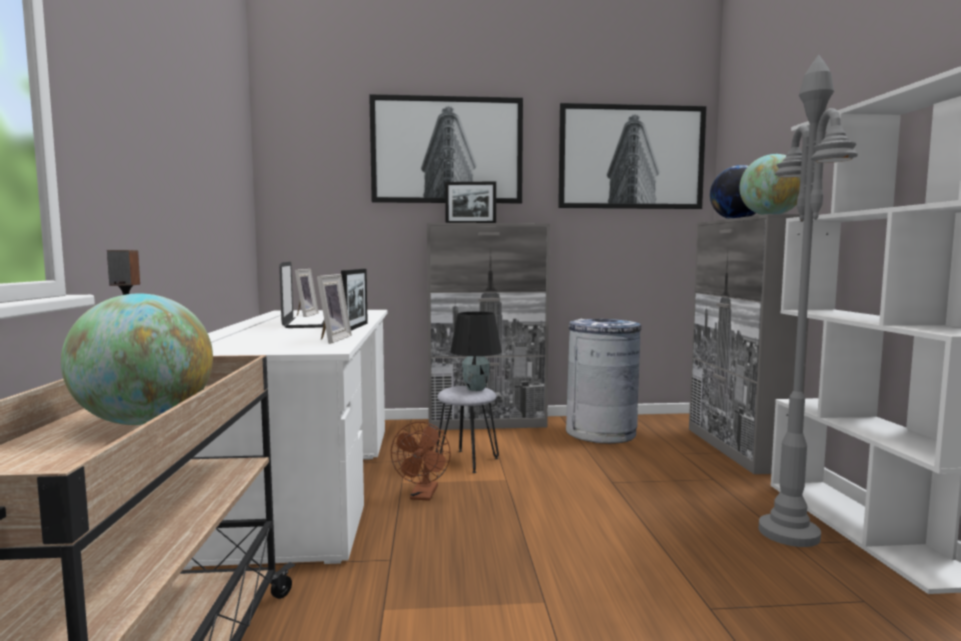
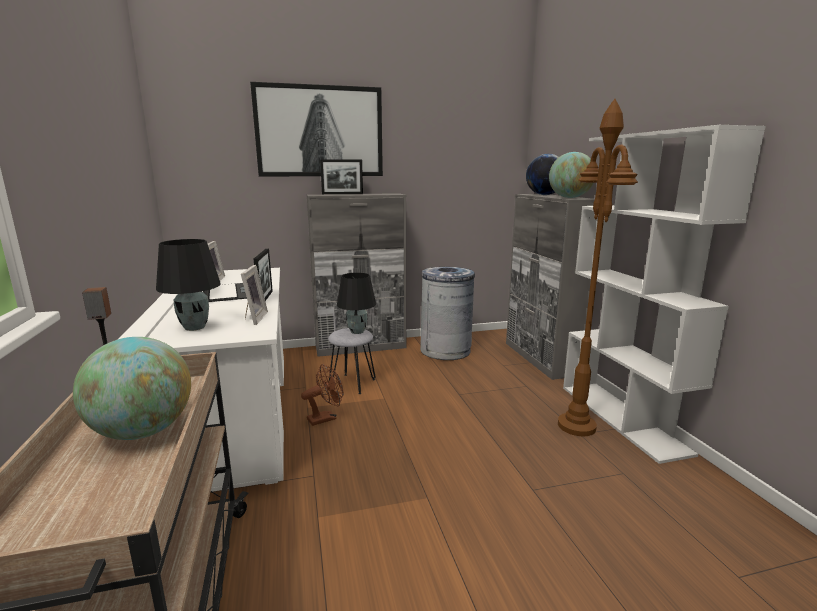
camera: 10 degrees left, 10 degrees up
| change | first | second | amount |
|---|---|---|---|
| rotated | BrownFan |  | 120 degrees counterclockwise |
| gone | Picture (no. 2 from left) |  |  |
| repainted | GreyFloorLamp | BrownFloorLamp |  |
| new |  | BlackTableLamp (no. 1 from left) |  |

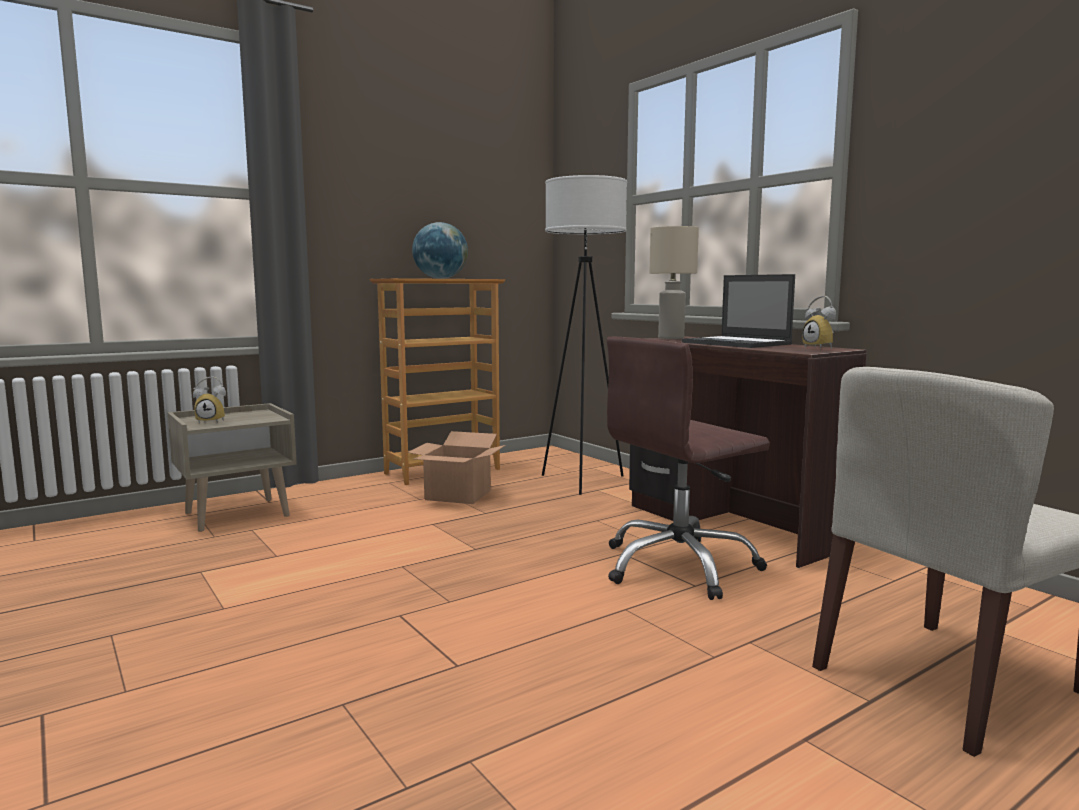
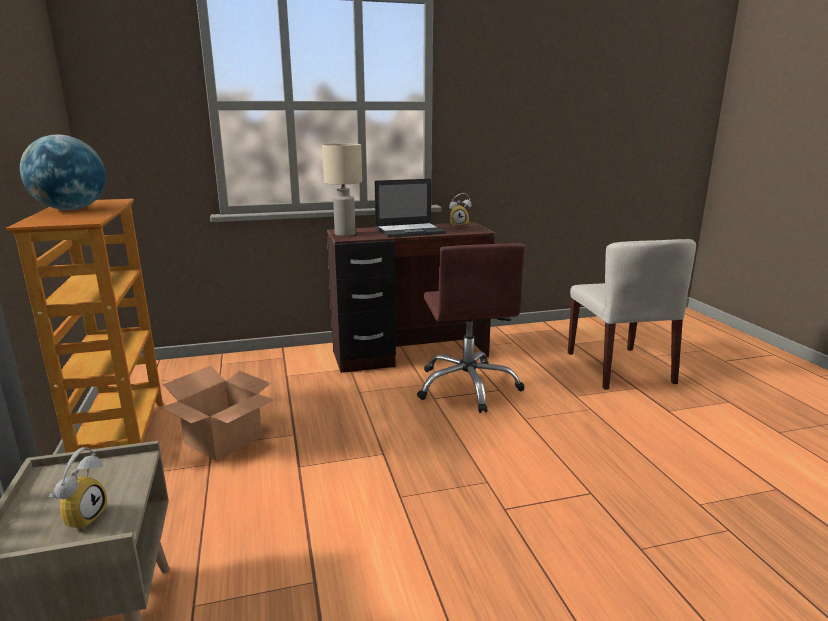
camera: 70 degrees left, 10 degrees up
| change | first | second | amount |
|---|---|---|---|
| gone | WhiteFloorLamp |  |  |

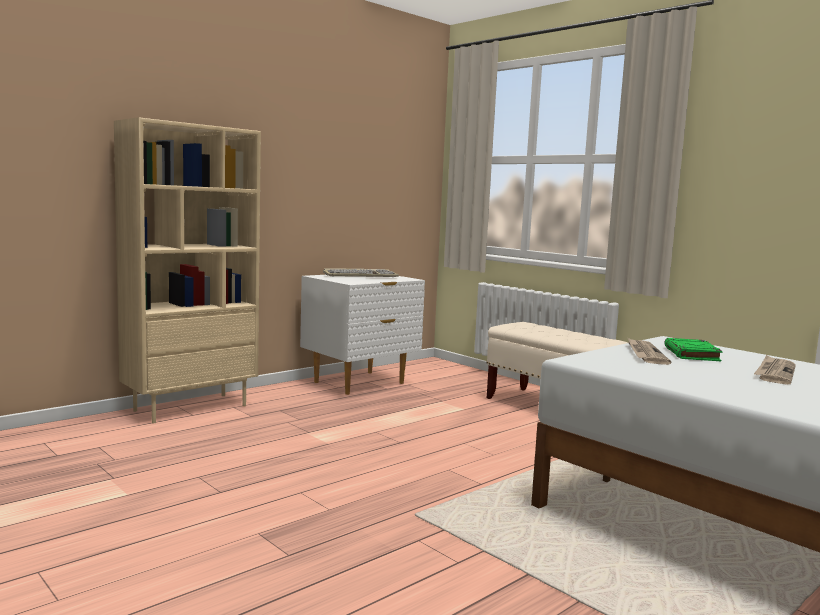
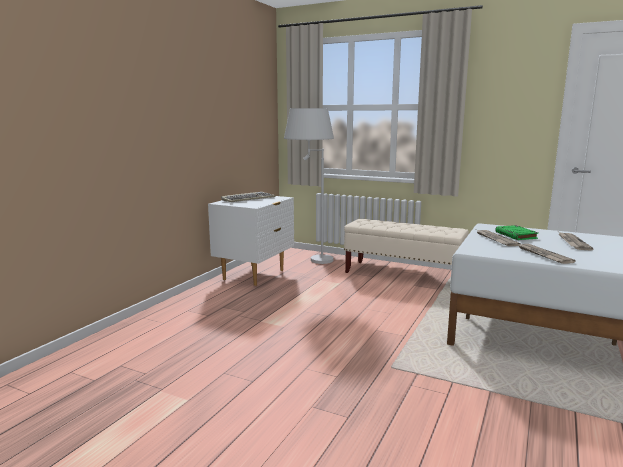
camera: 20 degrees left, 5 degrees up
| change | first | second | amount |
|---|---|---|---|
| gone | BeigeBookcase |  |  |
| new |  | WhiteFloorLamp |  |
| new |  | Newspaper (no. 2 from left) |  |

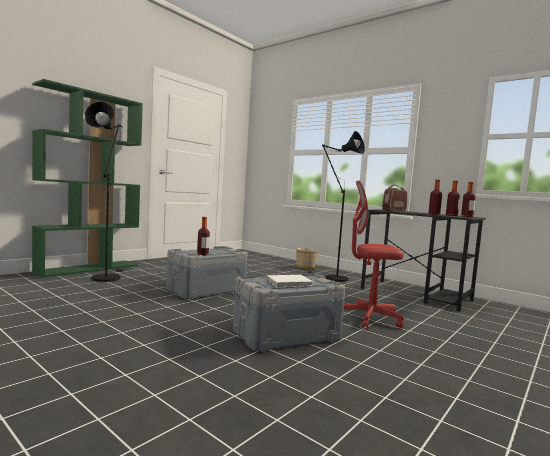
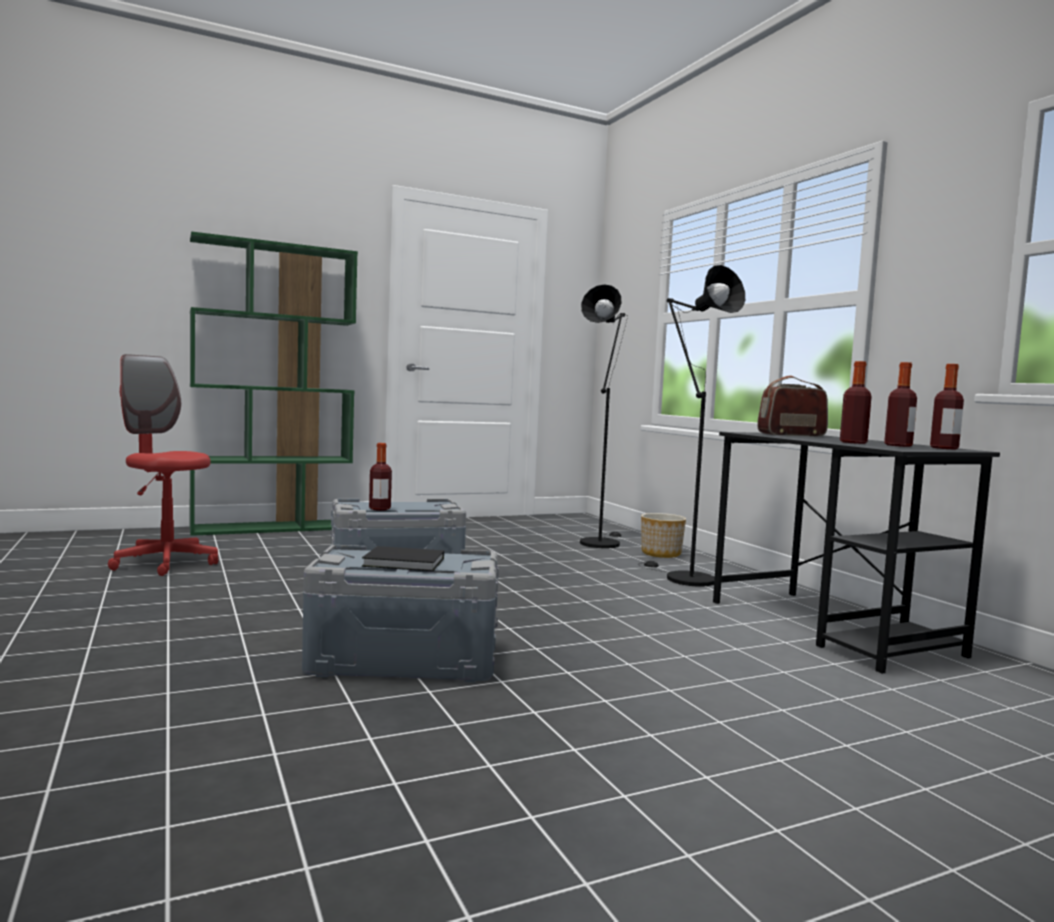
camera: 25 degrees right, 0 degrees up
| change | first | second | amount |
|---|---|---|---|
| shifted | BlackFloorLamp (no. 1 from left) |  |  |
| repainted | WhiteBook | BlackBook |  |
| shifted | RedOfficeChair |  |  |

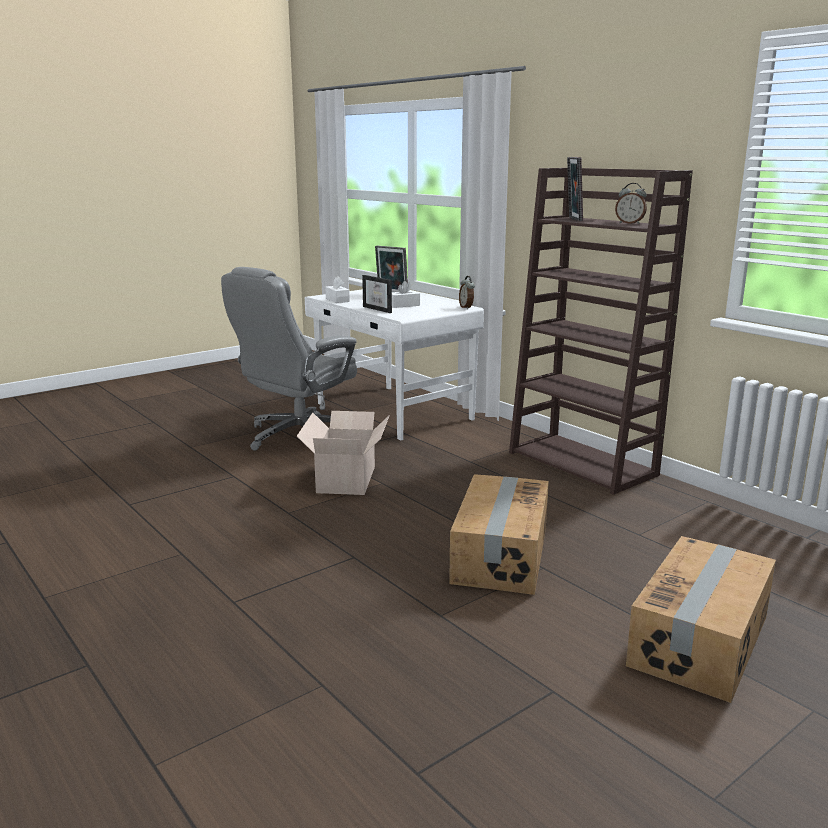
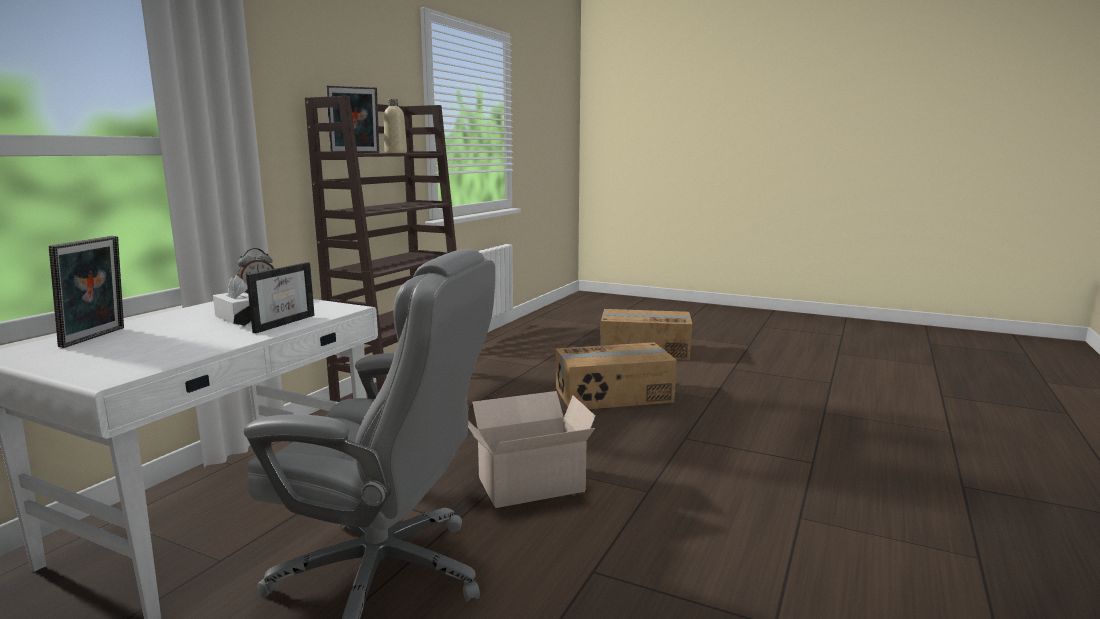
camera: 115 degrees left, 5 degrees down
| change | first | second | amount |
|---|---|---|---|
| gone | WhiteTissueBox (no. 1 from left) |  |  |
| swapped | AlarmClock (no. 2 from left) | BeigeBottle |  |

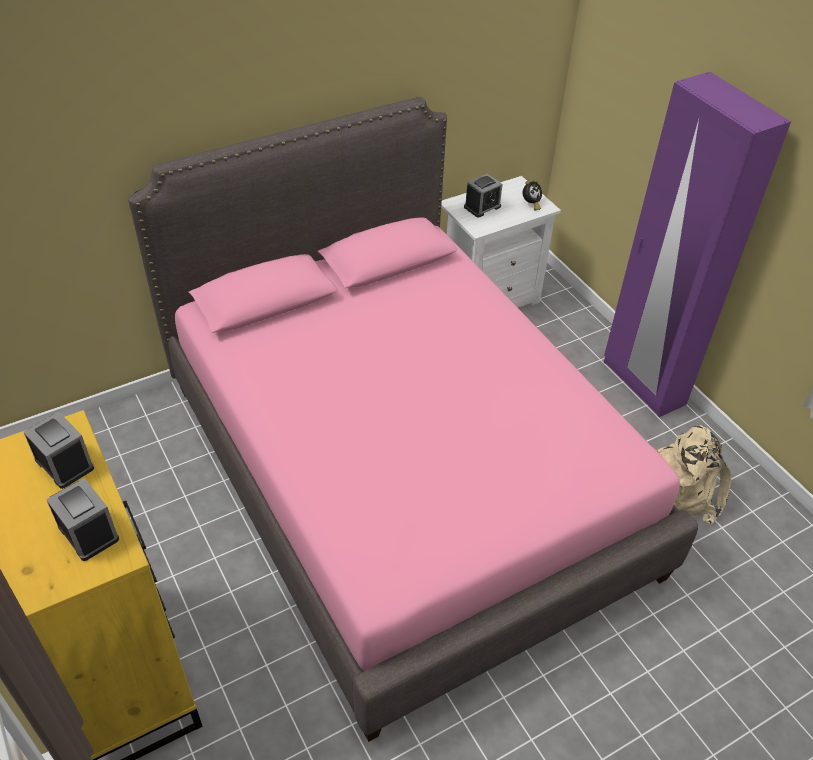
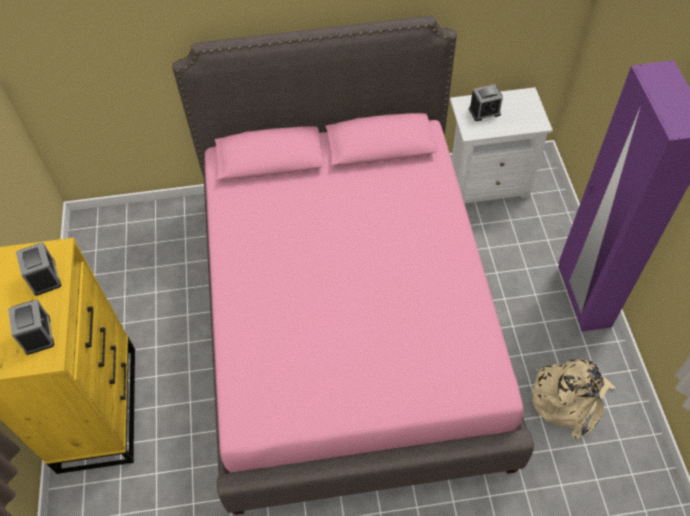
camera: 25 degrees right, 10 degrees up
| change | first | second | amount |
|---|---|---|---|
| gone | AlarmClock (no. 4 from left) |  |  |

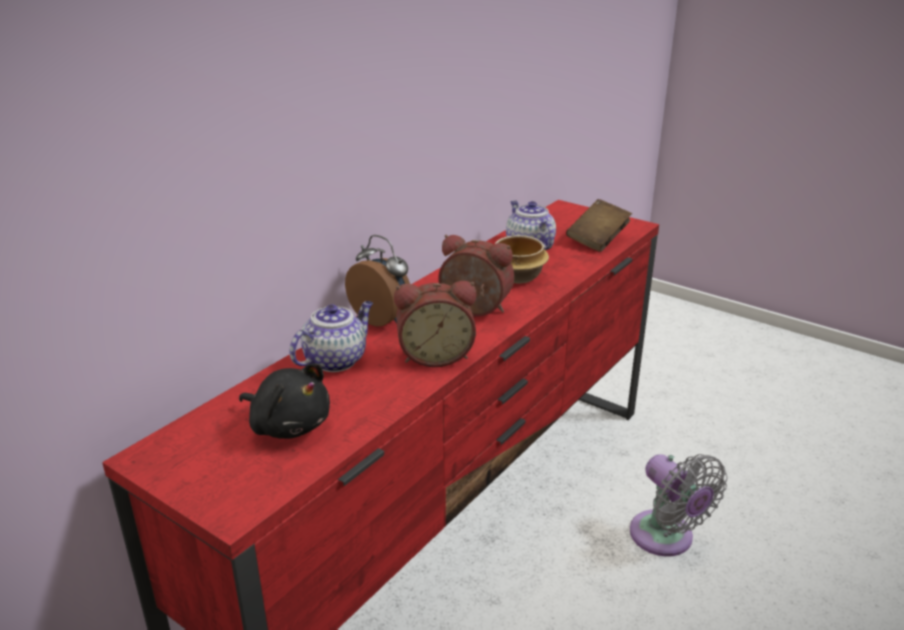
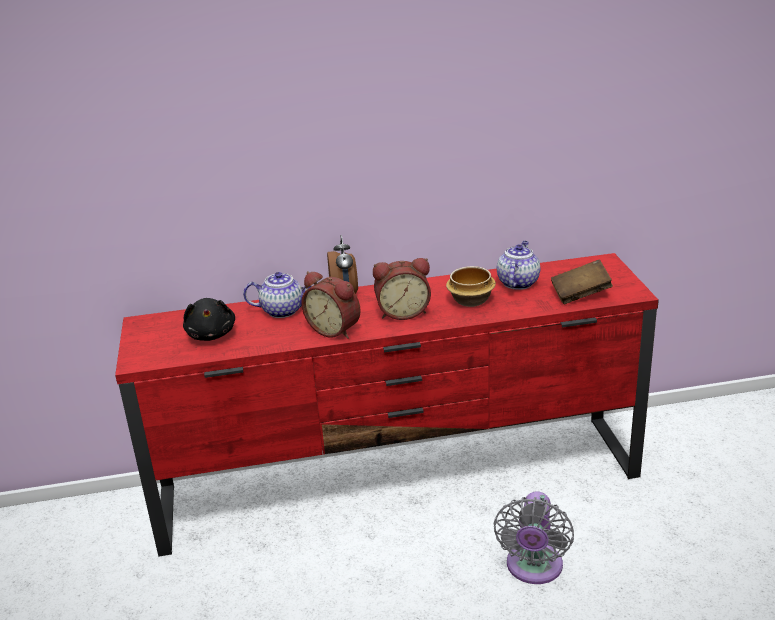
camera: 45 degrees right, 0 degrees up
| change | first | second | amount |
|---|---|---|---|
| rotated | AlarmClock (no. 3 from left) |  | 105 degrees clockwise |

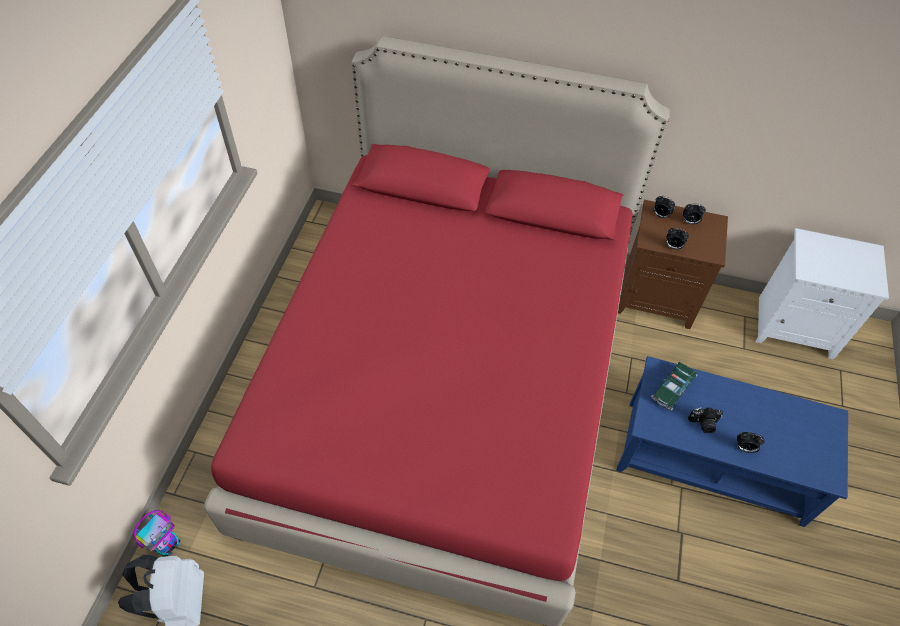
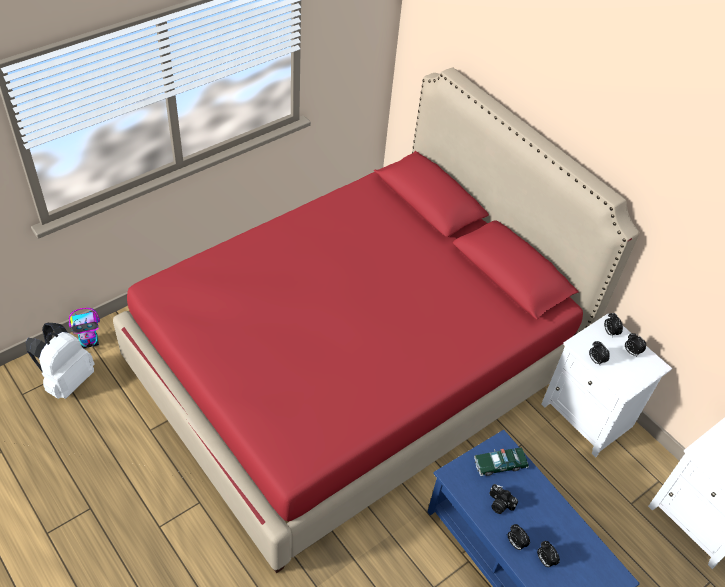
camera: 35 degrees right, 5 degrees down
| change | first | second | amount |
|---|---|---|---|
| repainted | BrownNightstand | WhiteNightstand (no. 1 from left) |  |
| new |  | AlarmClock (no. 2 from left) |  |

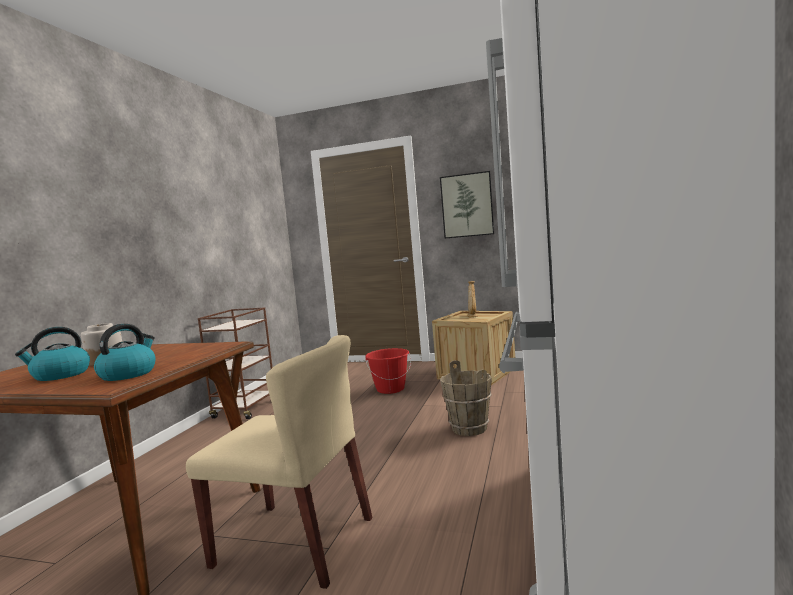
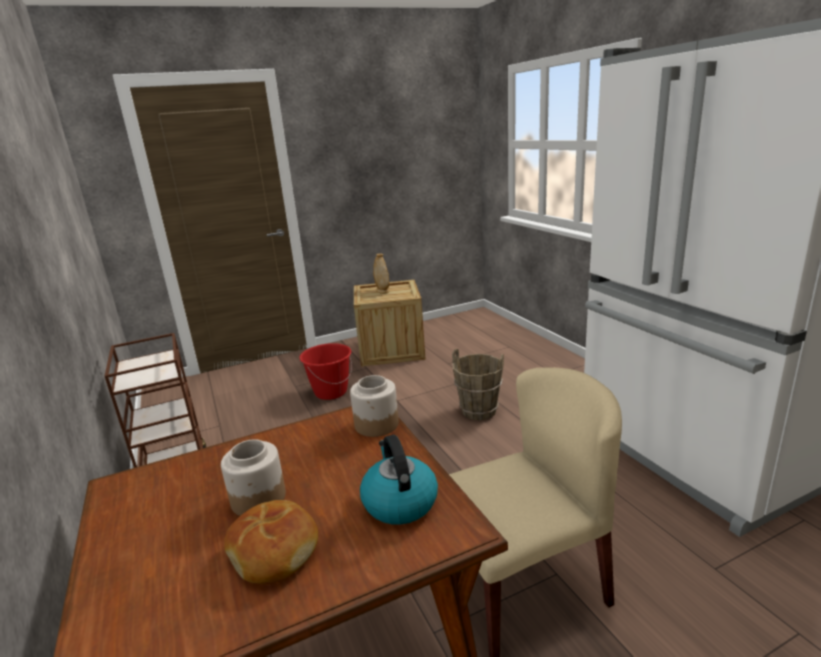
camera: 40 degrees left, 15 degrees up
| change | first | second | amount |
|---|---|---|---|
| swapped | Kettle (no. 1 from left) | Bread |  |
| gone | Picture |  |  |
| new |  | Jar (no. 2 from left) |  |

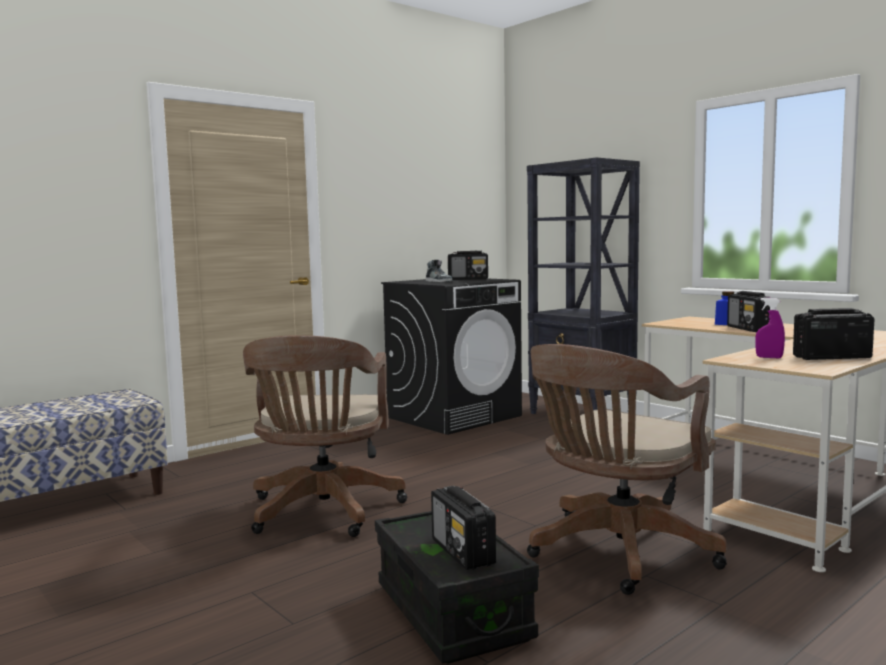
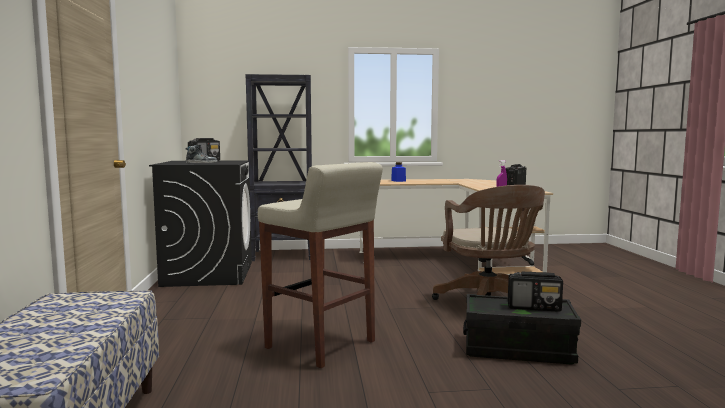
camera: 55 degrees left, 0 degrees up
| change | first | second | amount |
|---|---|---|---|
| swapped | BrownOfficeChair (no. 1 from left) | BeigeStool |  |
| gone | Radio (no. 3 from left) |  |  |

